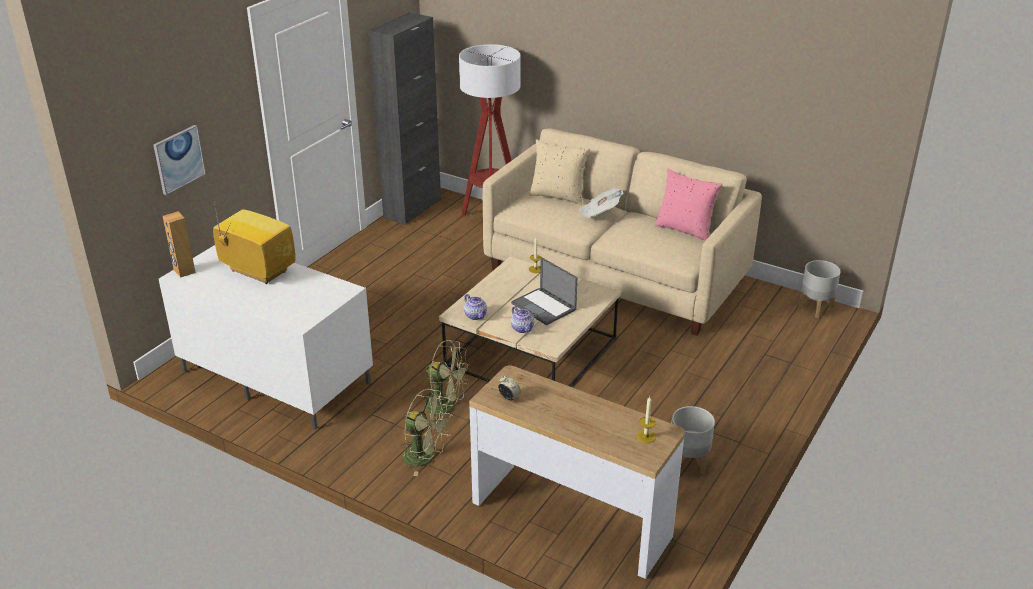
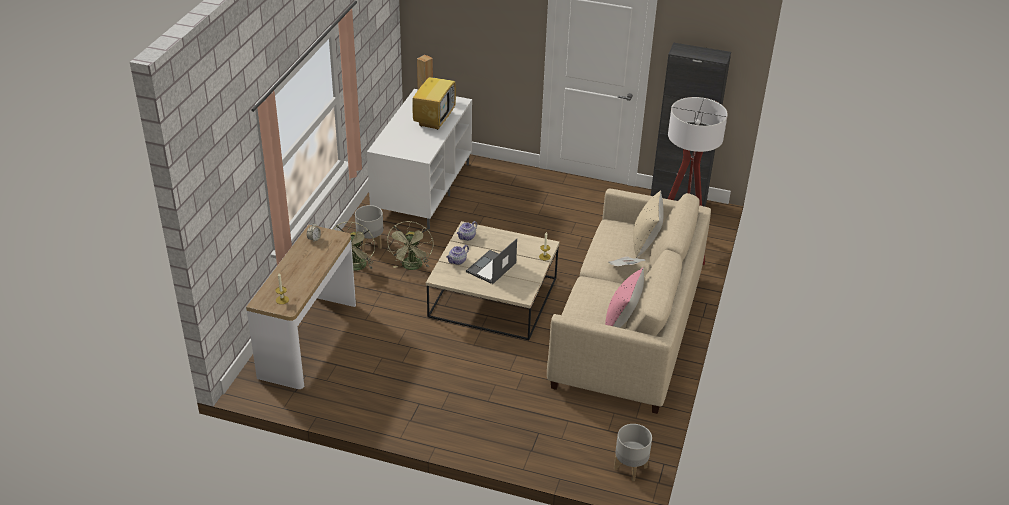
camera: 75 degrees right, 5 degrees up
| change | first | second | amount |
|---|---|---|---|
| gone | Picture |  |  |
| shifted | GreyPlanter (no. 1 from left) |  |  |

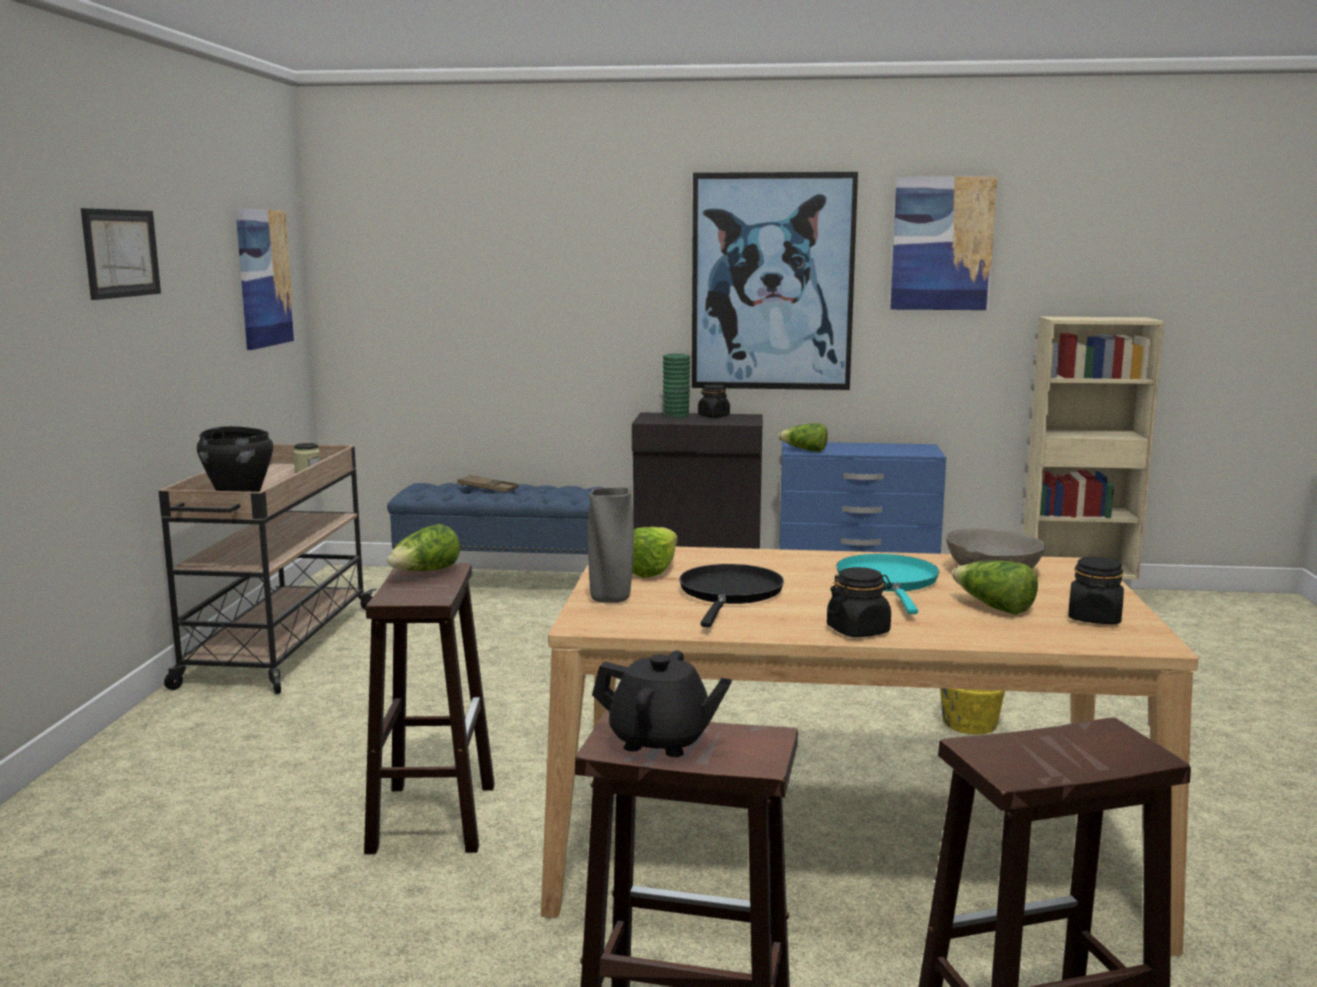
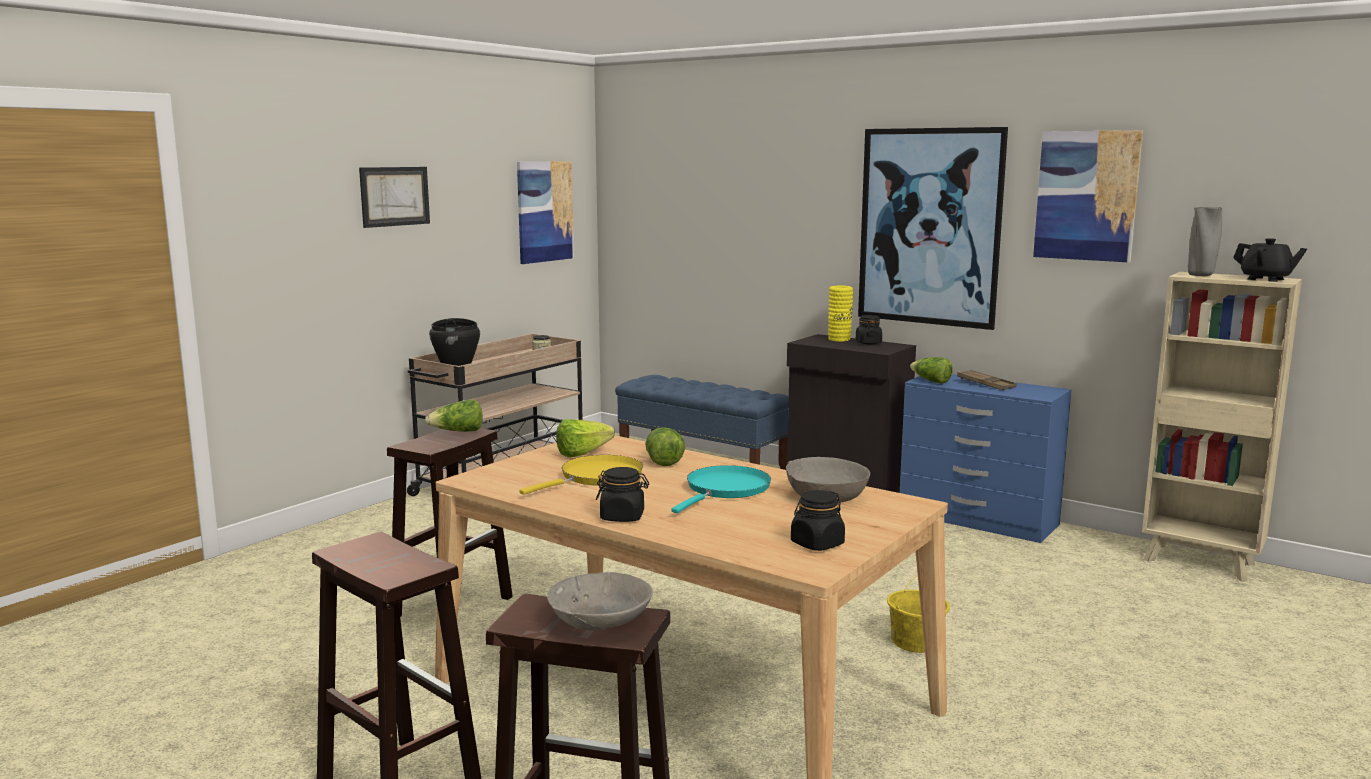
camera: 30 degrees right, 0 degrees up
| change | first | second | amount |
|---|---|---|---|
| shifted | BrownTray |  |  |
| shifted | GreyVase |  |  |
| shifted | BlackTeapot |  |  |
| repainted | GreenVase | YellowVase |  |
| repainted | BlackFryingPan | YellowFryingPan |  |
| shifted | Lettuce (no. 4 from left in the first image) | Lettuce (no. 3 from left) |  |
| new |  | GreyBowl (no. 1 from left) |  |

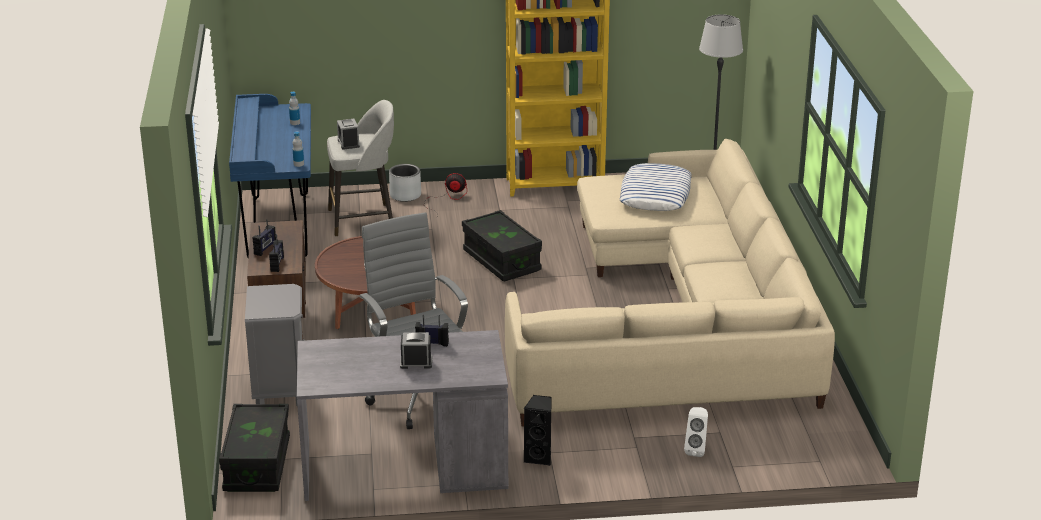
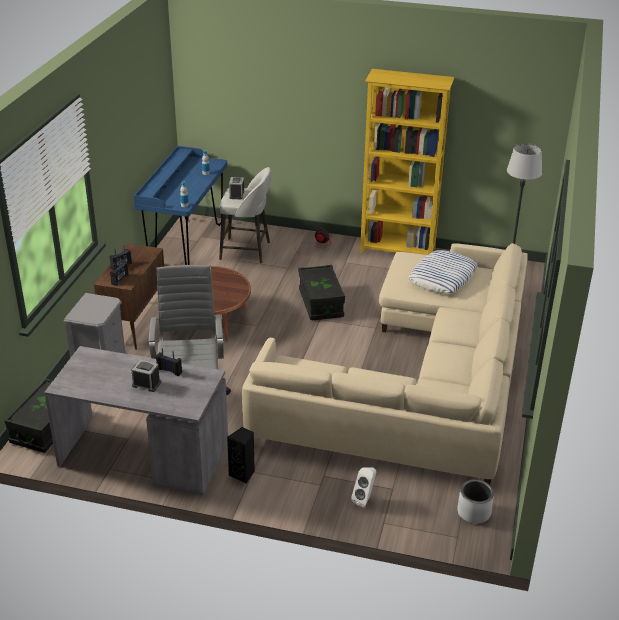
camera: 20 degrees right, 5 degrees up
| change | first | second | amount |
|---|---|---|---|
| shifted | GreyPlanter |  |  |

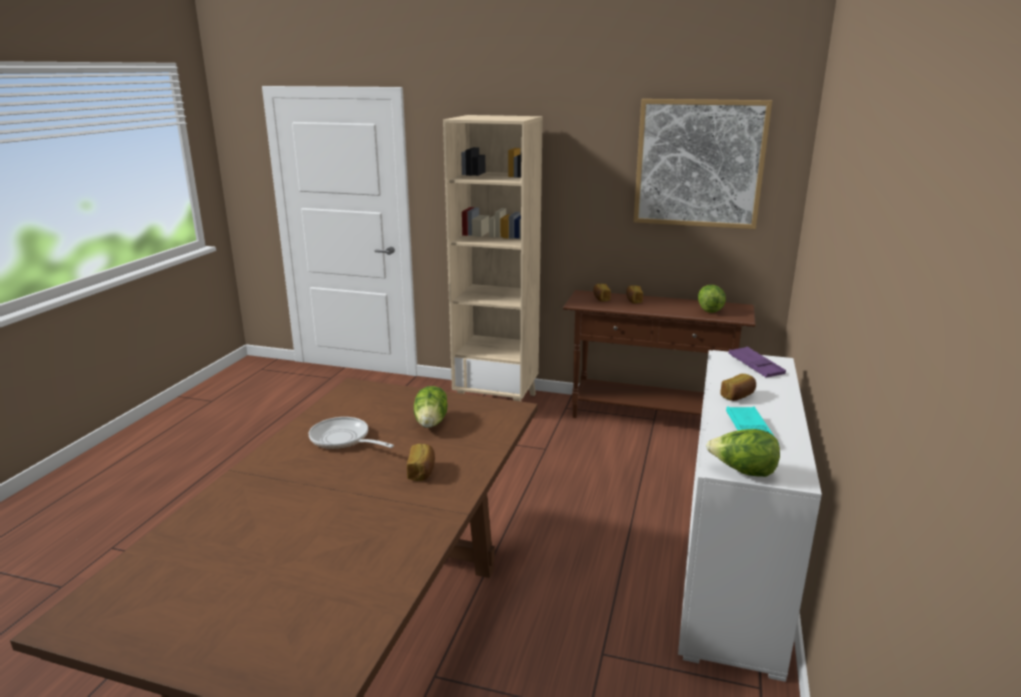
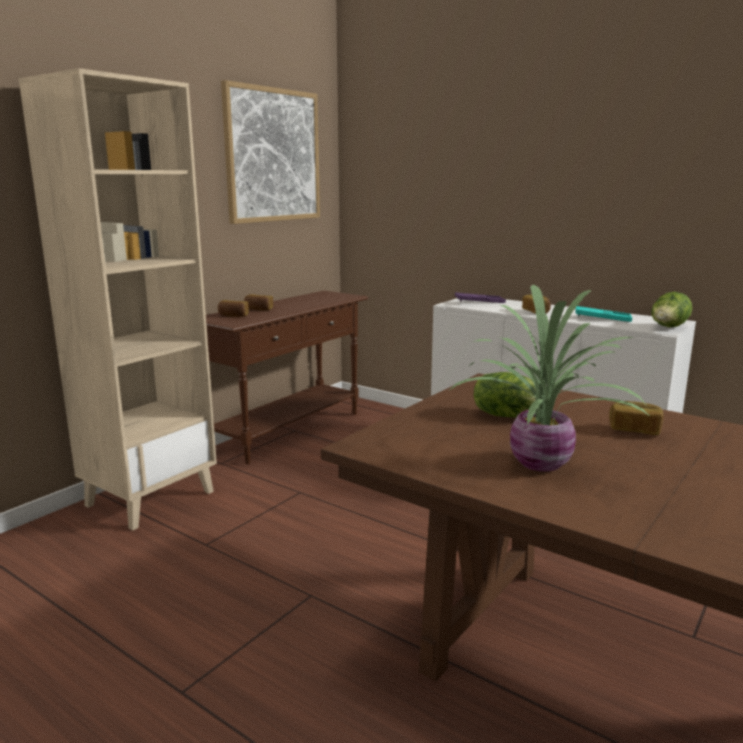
camera: 70 degrees left, 5 degrees down
| change | first | second | amount |
|---|---|---|---|
| swapped | FryingPan | PottedPlant |  |
| gone | Lettuce (no. 2 from left) |  |  |

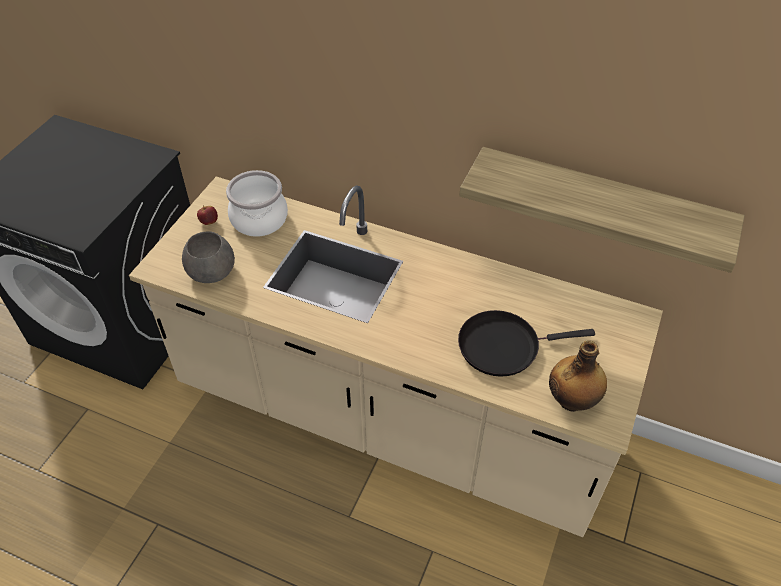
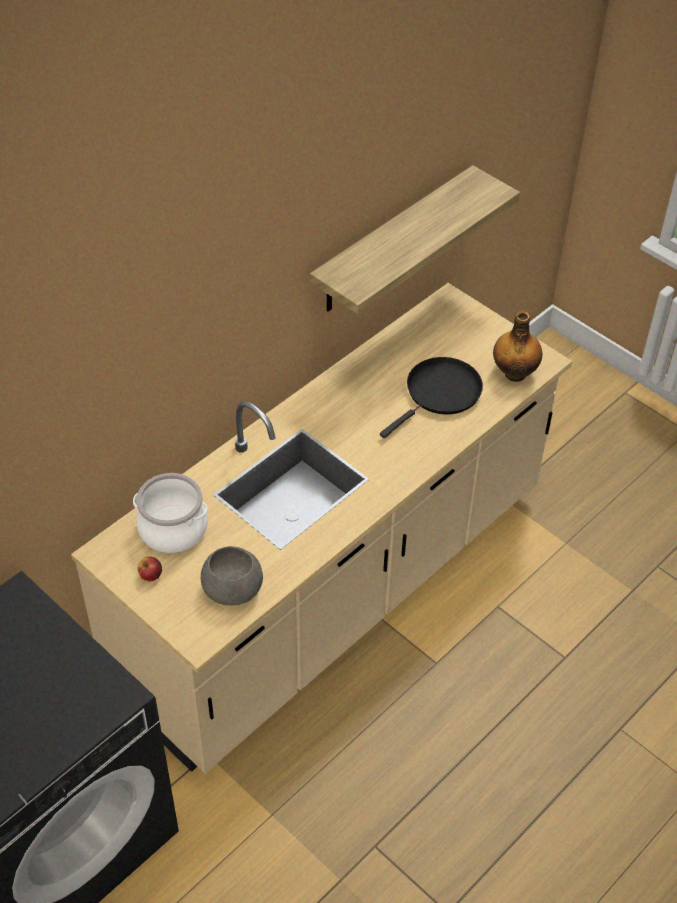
camera: 70 degrees left, 0 degrees up
| change | first | second | amount |
|---|---|---|---|
| rotated | BlackFryingPan |  | 150 degrees counterclockwise |

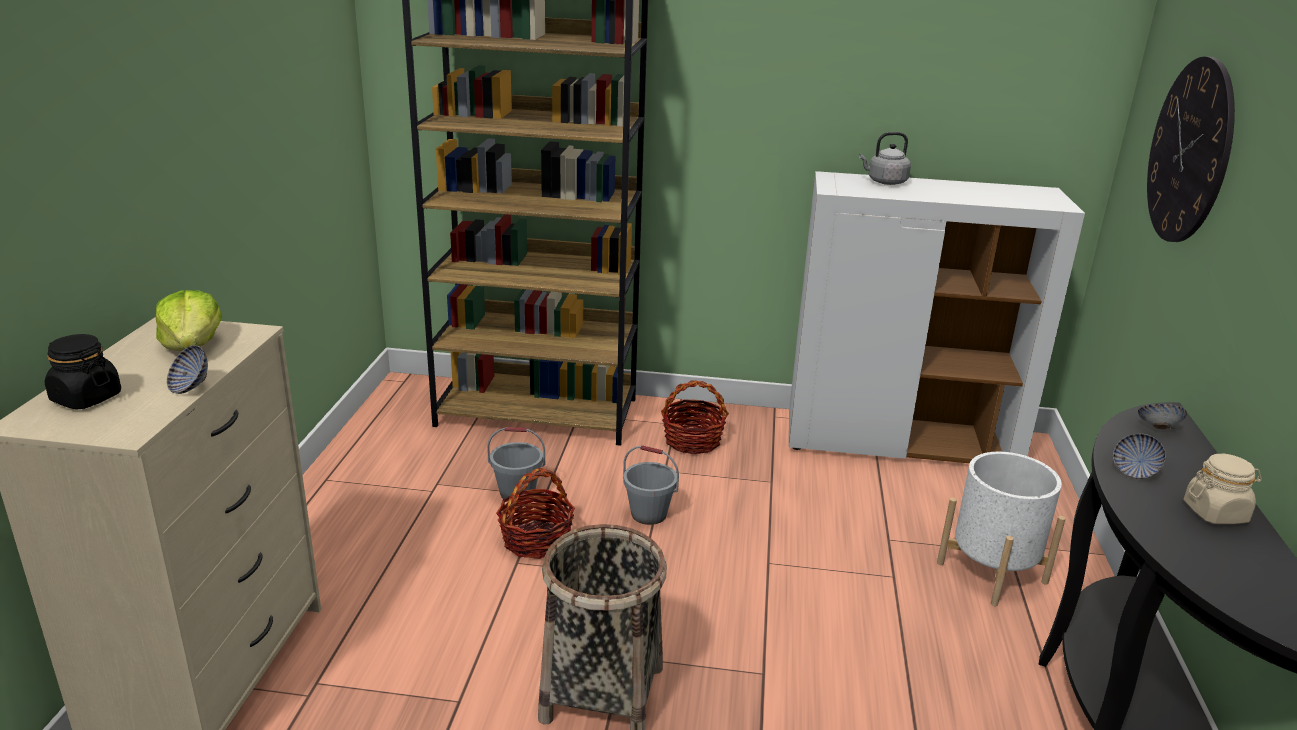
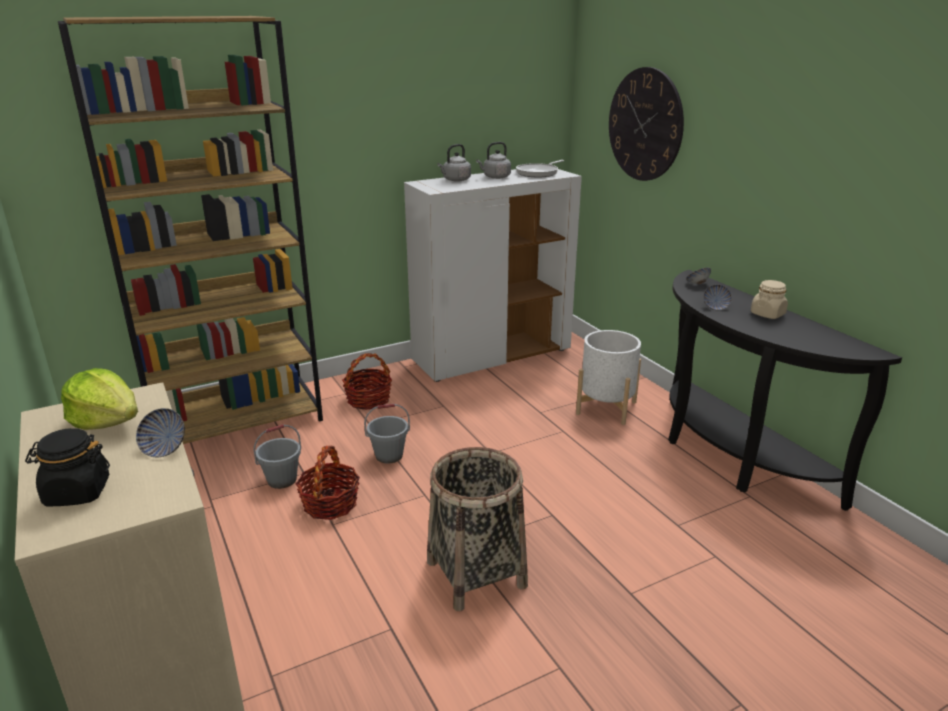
camera: 35 degrees left, 0 degrees up
| change | first | second | amount |
|---|---|---|---|
| new |  | GreyKettle (no. 2 from left) |  |
| new |  | FryingPan |  |

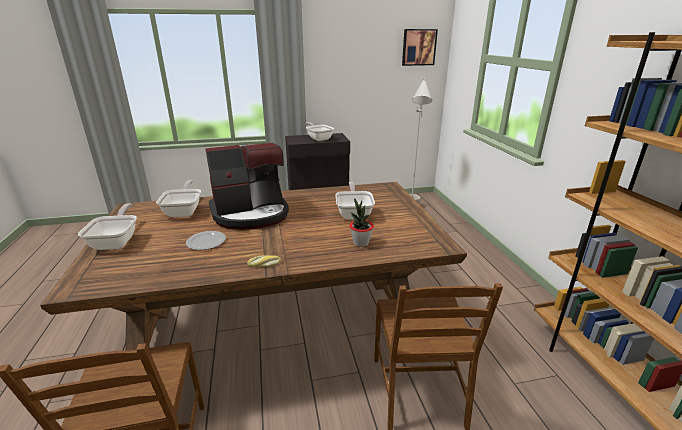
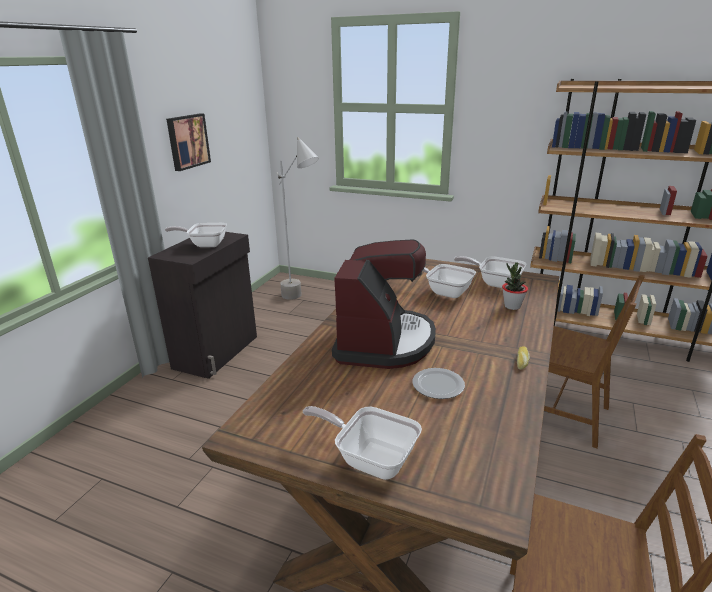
camera: 55 degrees left, 0 degrees up
| change | first | second | amount |
|---|---|---|---|
| shifted | FryingPan (no. 2 from left in the first image) | FryingPan (no. 4 from left) |  |
| shifted | Picture |  |  |

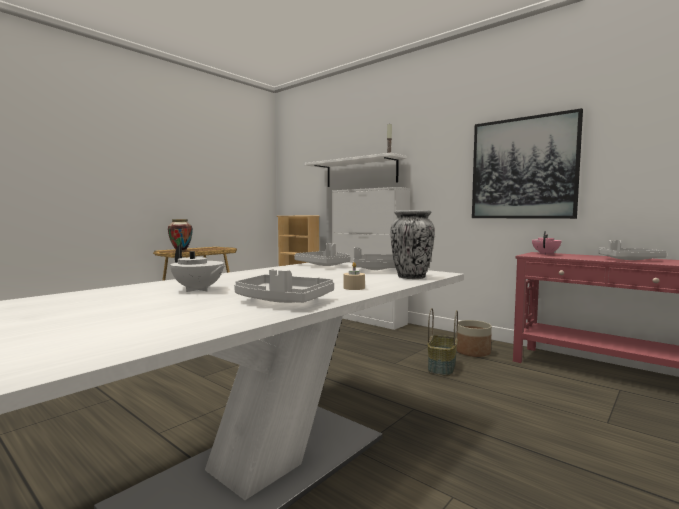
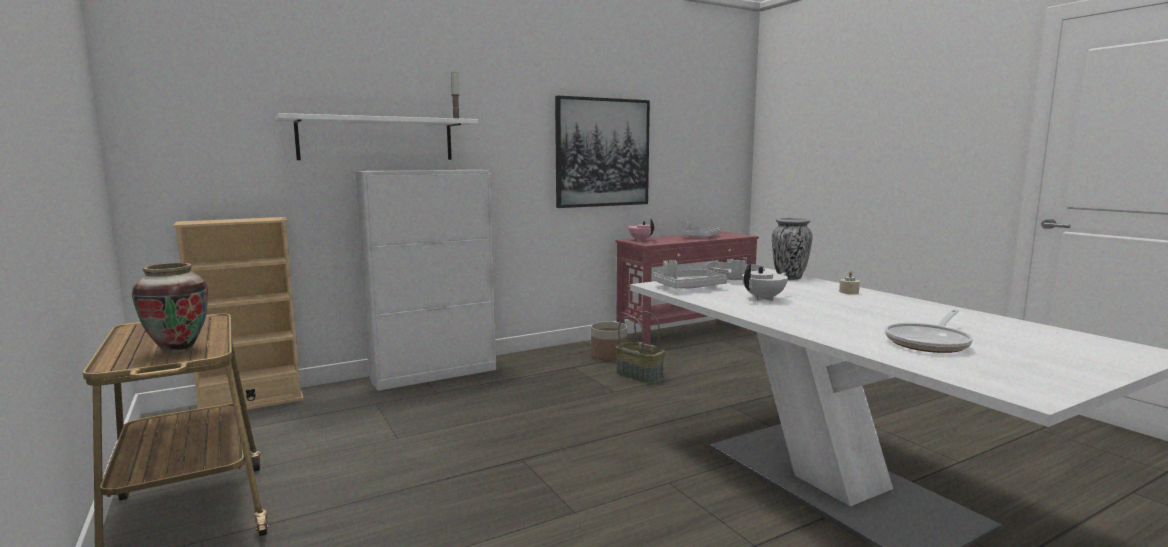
camera: 70 degrees left, 5 degrees up
| change | first | second | amount |
|---|---|---|---|
| shifted | WhiteTeapot |  |  |
| gone | GreyTray (no. 1 from left) |  |  |
| new |  | FryingPan |  |

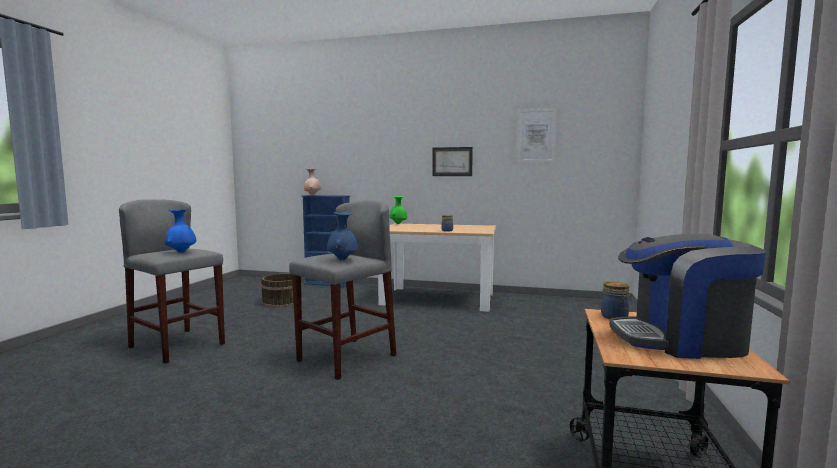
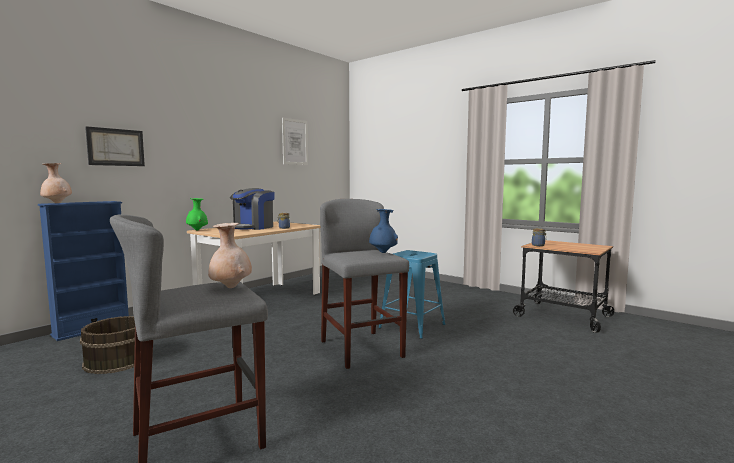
camera: 65 degrees left, 0 degrees up
| change | first | second | amount |
|---|---|---|---|
| repainted | BlueVase (no. 1 from left) | BeigeVase (no. 2 from left) |  |
| shifted | Picture (no. 1 from left) |  |  |
| shifted | CoffeeMachine |  |  |
| new |  | BlueStool |  |

